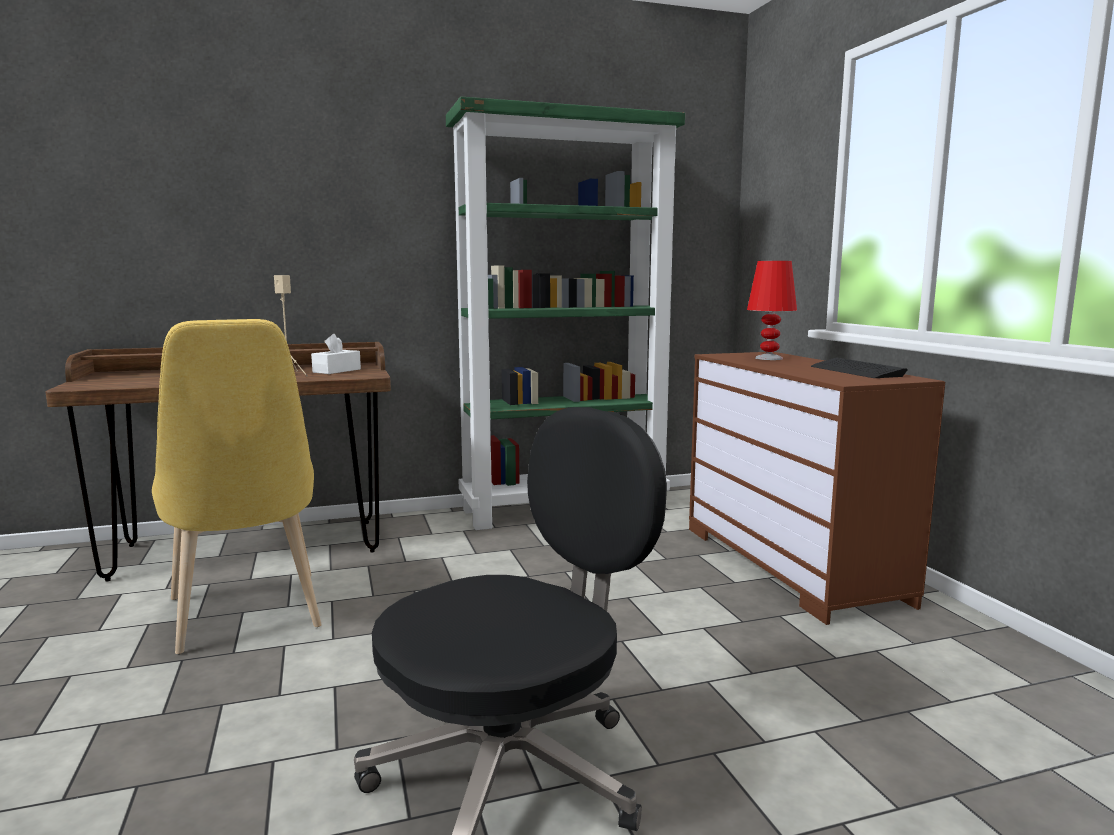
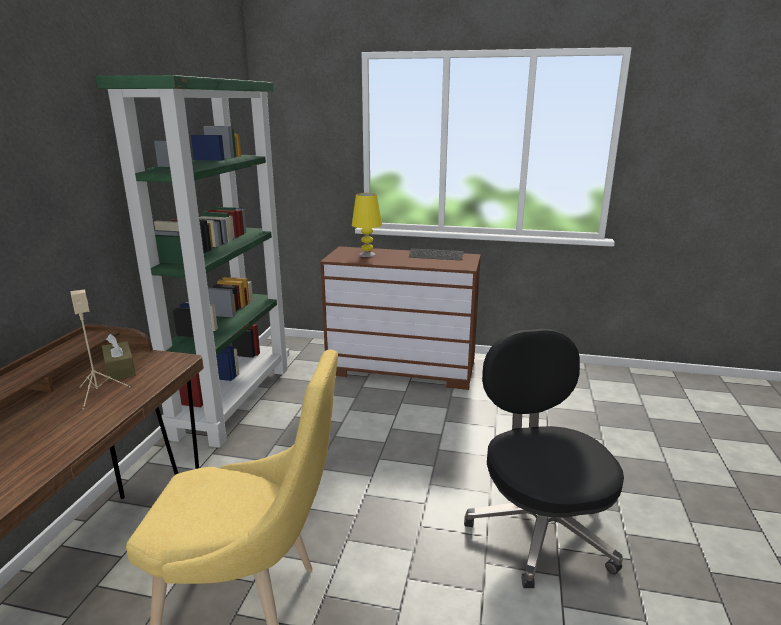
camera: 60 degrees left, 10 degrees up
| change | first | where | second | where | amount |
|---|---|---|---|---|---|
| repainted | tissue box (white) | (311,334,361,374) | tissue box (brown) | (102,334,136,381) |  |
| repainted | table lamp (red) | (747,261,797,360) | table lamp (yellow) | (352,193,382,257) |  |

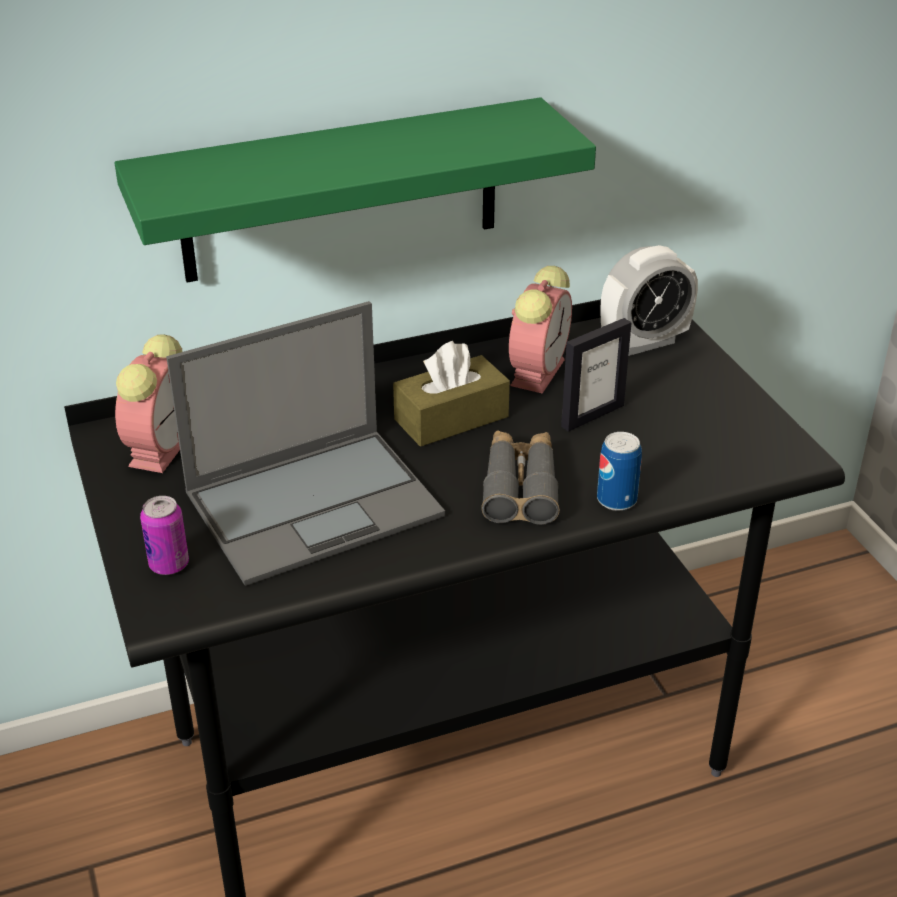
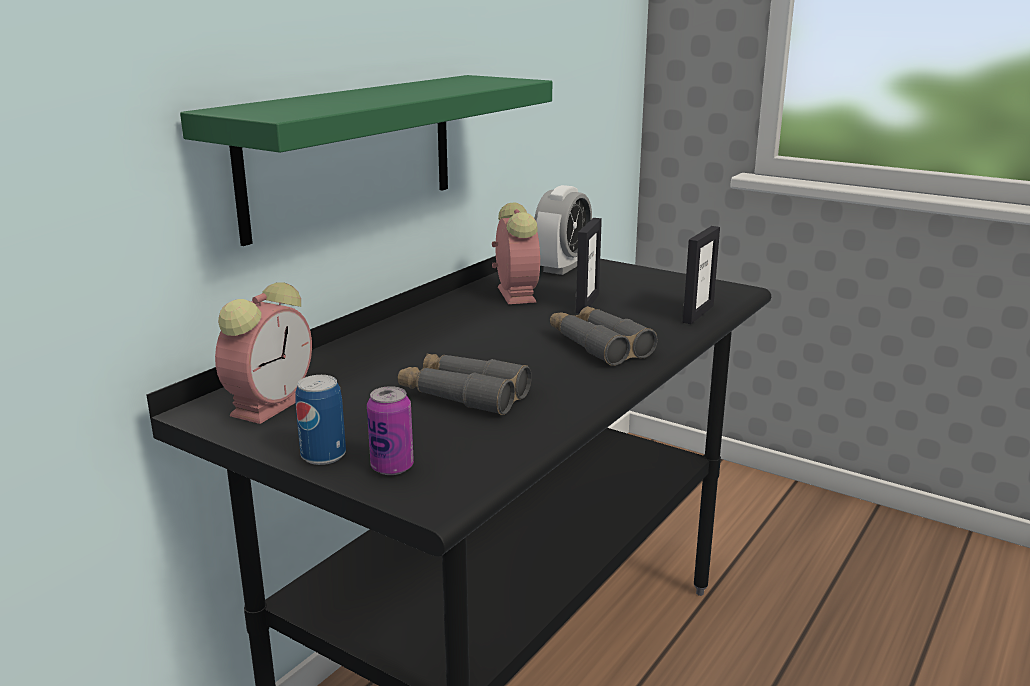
camera: 35 degrees left, 15 degrees down
| change | first | where | second | where | amount |
|---|---|---|---|---|---|
| rotated | alarm clock | (115,334,183,473) |  | (215,283,312,424) | 45 degrees clockwise |
| swapped | laptop | (166,301,445,586) | binoculars (grey) | (398,353,532,415) |  |
| gone | tissue box (brown) | (393,341,510,447) |  |  |  |
| shifted | can | (597,432,642,511) |  | (295,375,346,465) |  |
| new |  |  | picture frame | (682,226,720,324) |  |

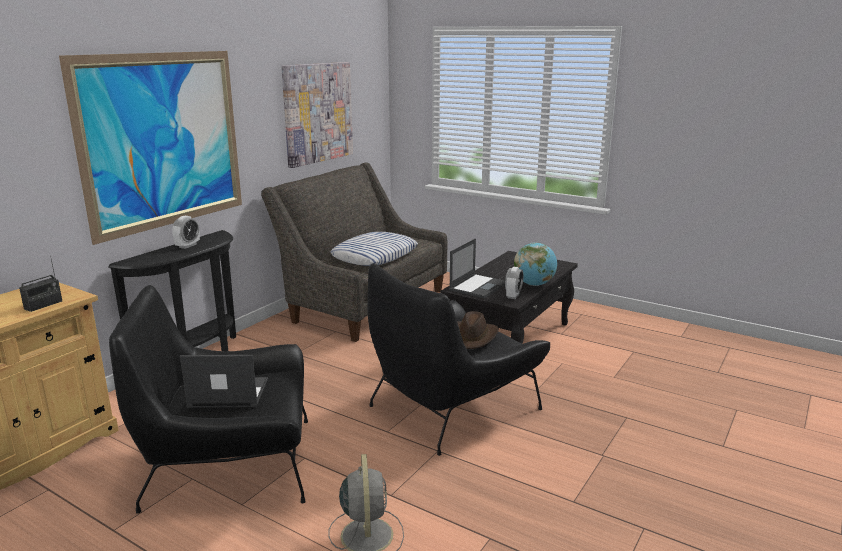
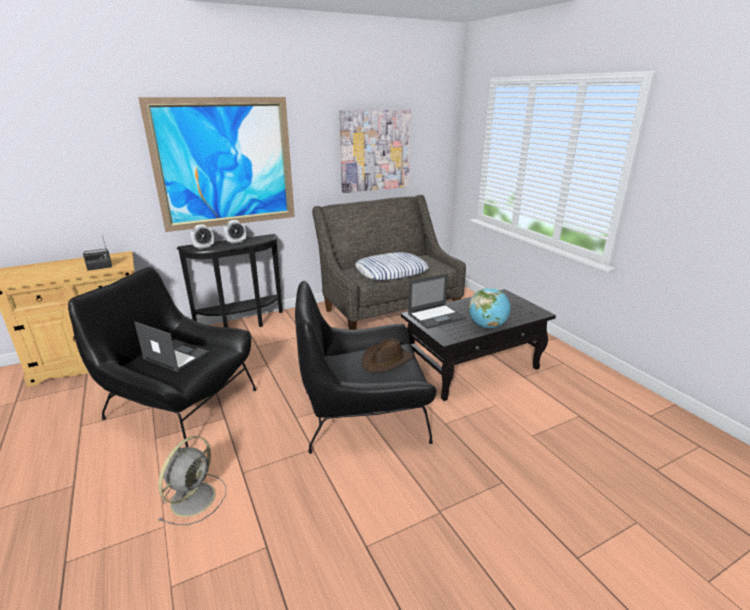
camera: 30 degrees right, 5 degrees up
| change | first | where | second | where | amount |
|---|---|---|---|---|---|
| shifted | alarm clock | (505,267,523,299) |  | (190,224,214,249) |  |

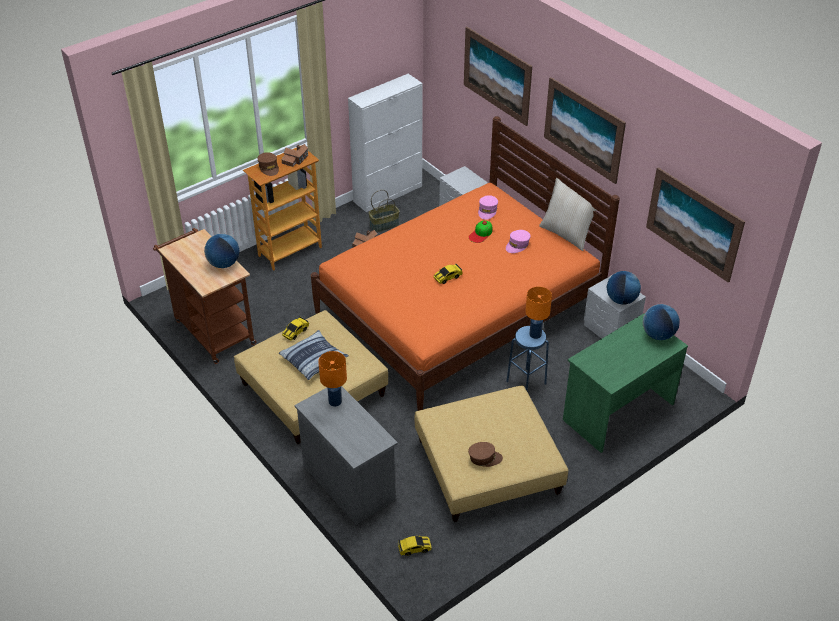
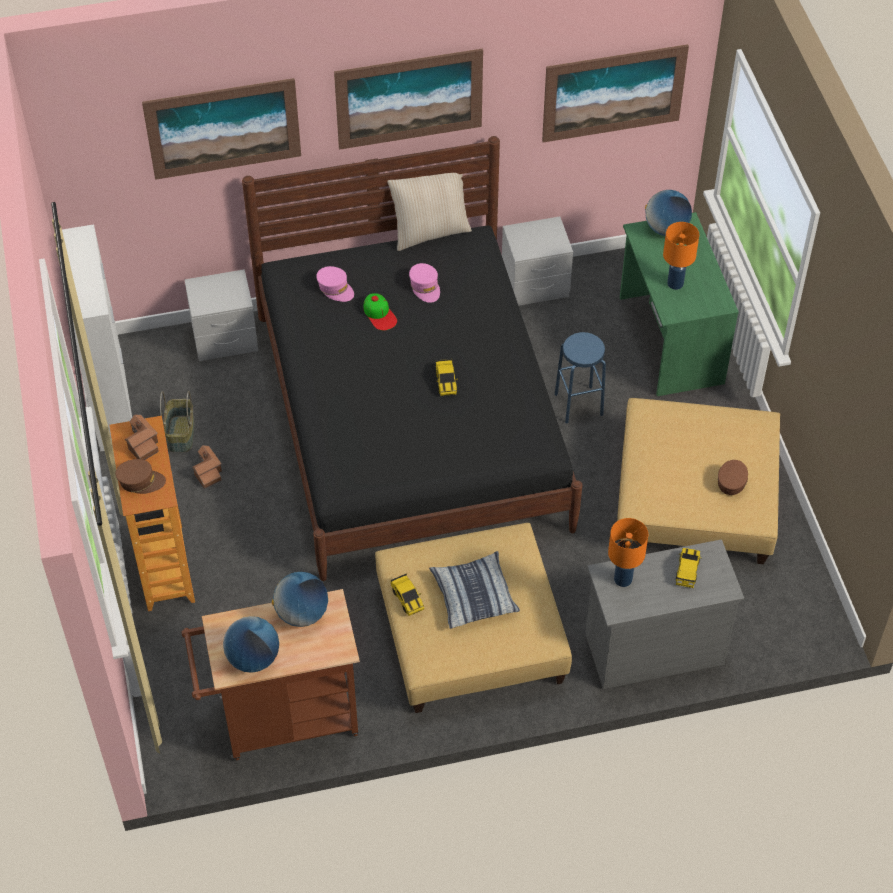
camera: 65 degrees left, 10 degrees up
| change | first | where | second | where | amount |
|---|---|---|---|---|---|
| repainted | bed (orange) | (311,116,620,411) | bed (black) | (242,136,582,581) |  |
| shifted | toy car | (398,535,432,556) |  | (676,548,702,588) |  |
| shifted | table lamp (orange) | (525,287,552,339) |  | (663,222,699,290) |  |
| shifted | globe | (607,271,641,305) |  | (223,616,279,673) |  |

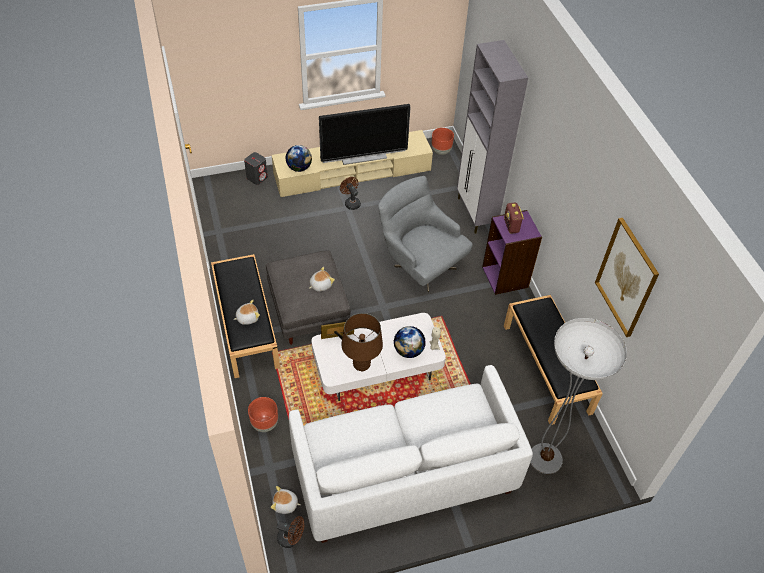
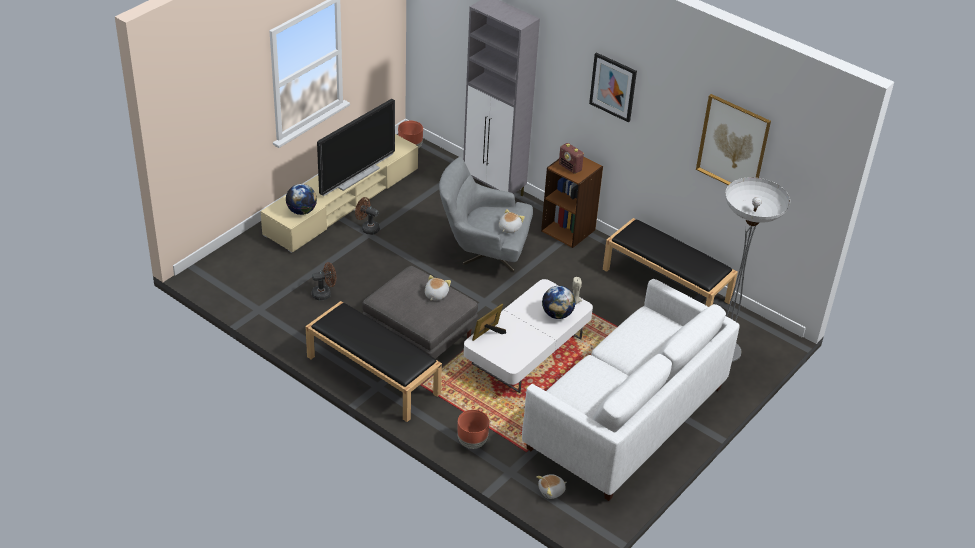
camera: 35 degrees left, 10 degrees down
| change | first | where | second | where | amount |
|---|---|---|---|---|---|
| shifted | plush toy | (233,300,260,325) |  | (499,209,525,233) |  |
| gone | speaker (grey) | (244,152,268,185) |  |  |  |
| shifted | fan (brown) | (277,516,304,548) |  | (312,262,336,300) |  |
| gone | table lamp (brown) | (342,313,383,371) |  |  |  |
| repainted | bookcase (purple) | (482,210,542,295) | bookcase (brown) | (541,157,603,248) |  |
| new |  |  | picture | (589,52,637,123) |  |

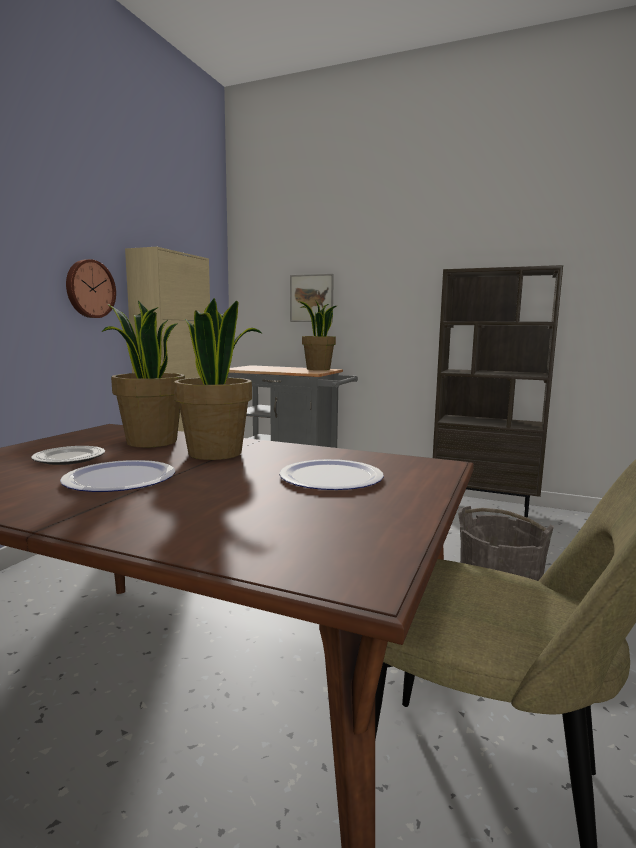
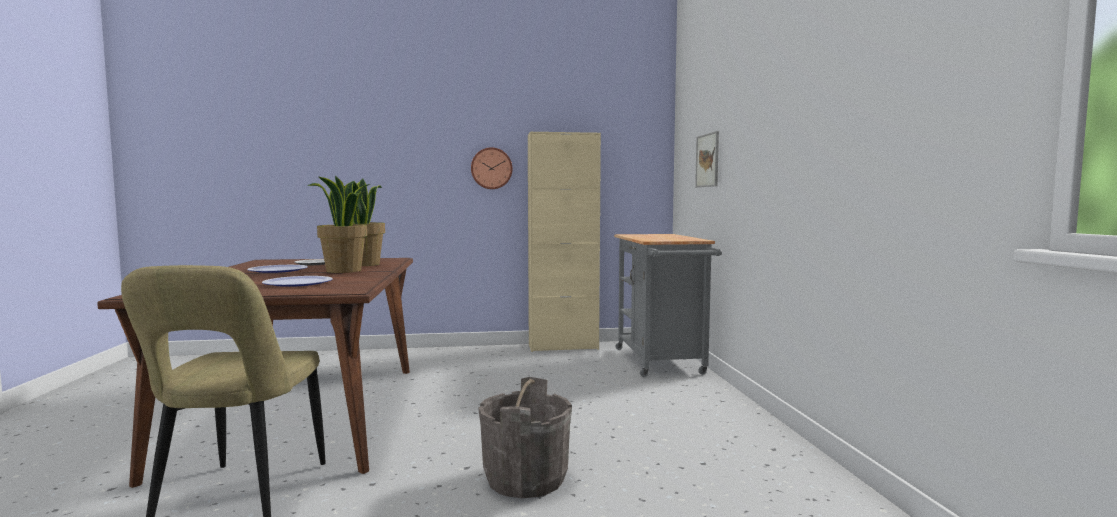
camera: 60 degrees right, 5 degrees down
| change | first | where | second | where | amount |
|---|---|---|---|---|---|
| gone | potted plant | (299,300,338,370) |  |  |  |
| gone | bookcase (brown) | (433,265,563,518) |  |  |  |

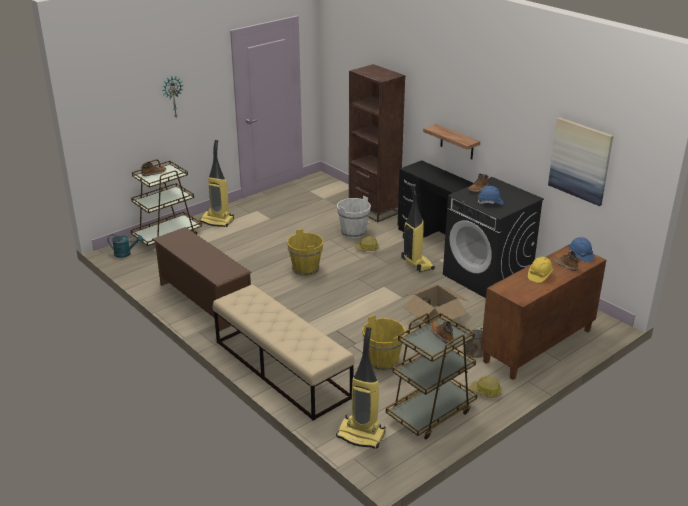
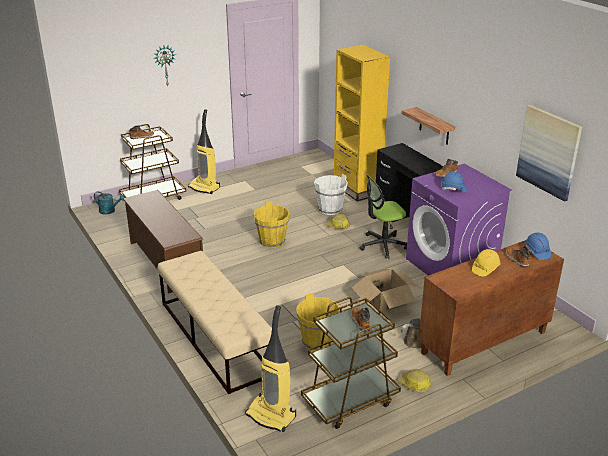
camera: 10 degrees right, 0 degrees up
| change | first | where | second | where | amount |
|---|---|---|---|---|---|
| repainted | bookcase (brown) | (349,64,405,222) | bookcase (yellow) | (334,45,390,202) |  |
| swapped | vacuum cleaner | (401,183,435,272) | office chair | (360,174,407,259) |  |
| repainted | washing machine (black) | (443,177,544,298) | washing machine (purple) | (406,164,512,275) |  |

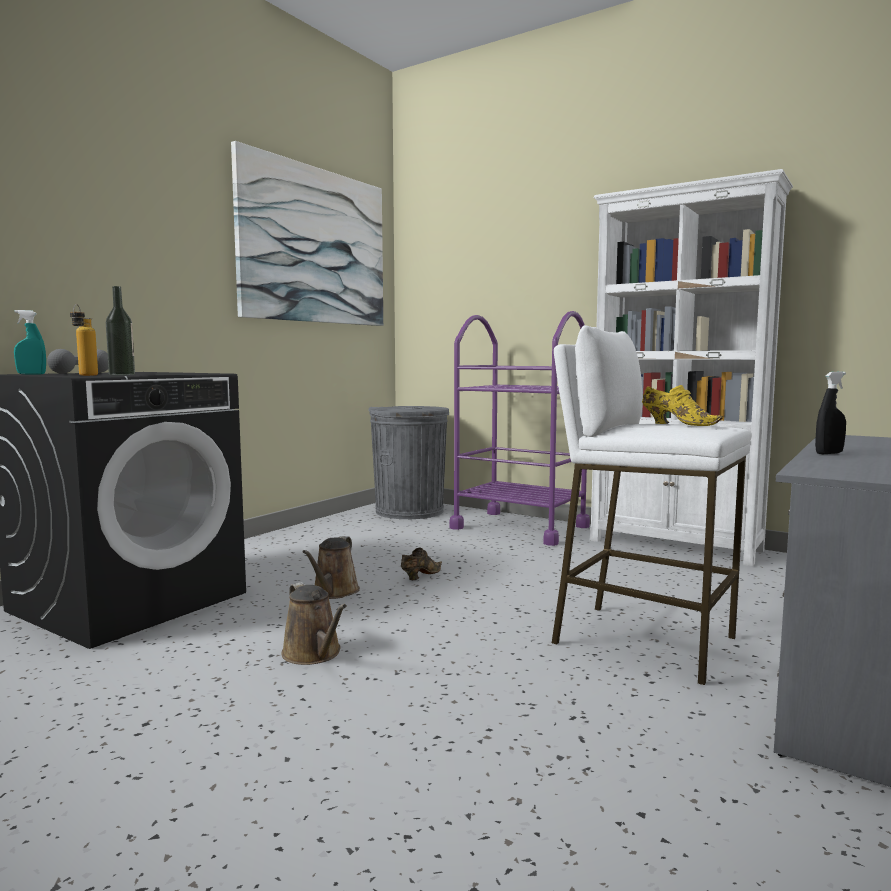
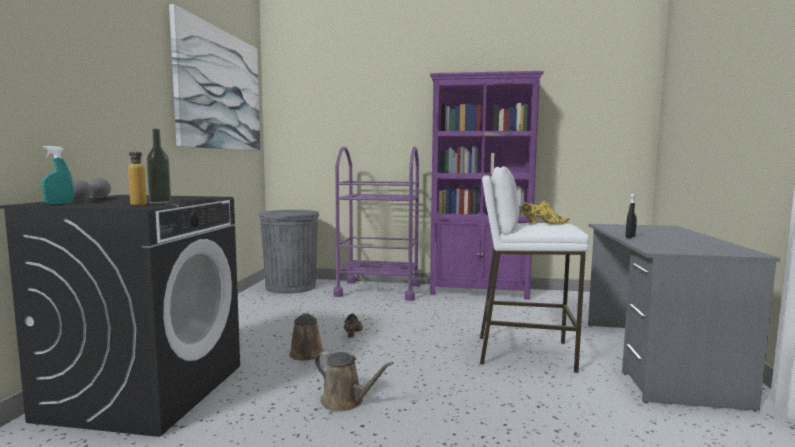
camera: 25 degrees left, 0 degrees up
| change | first | where | second | where | amount |
|---|---|---|---|---|---|
| repainted | bookcase (white) | (590,169,793,566) | bookcase (purple) | (430,71,544,300) |  |

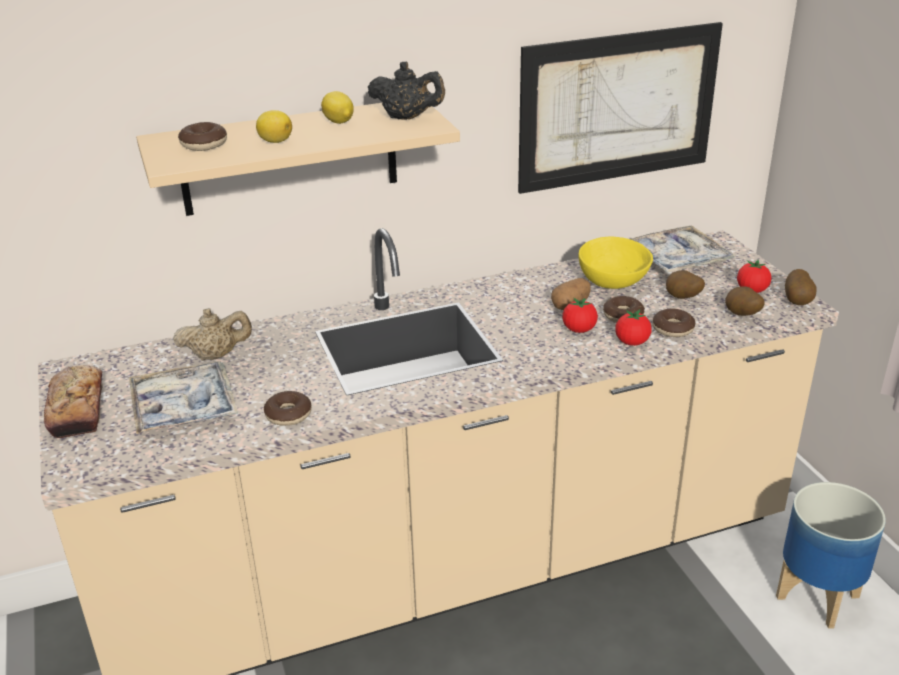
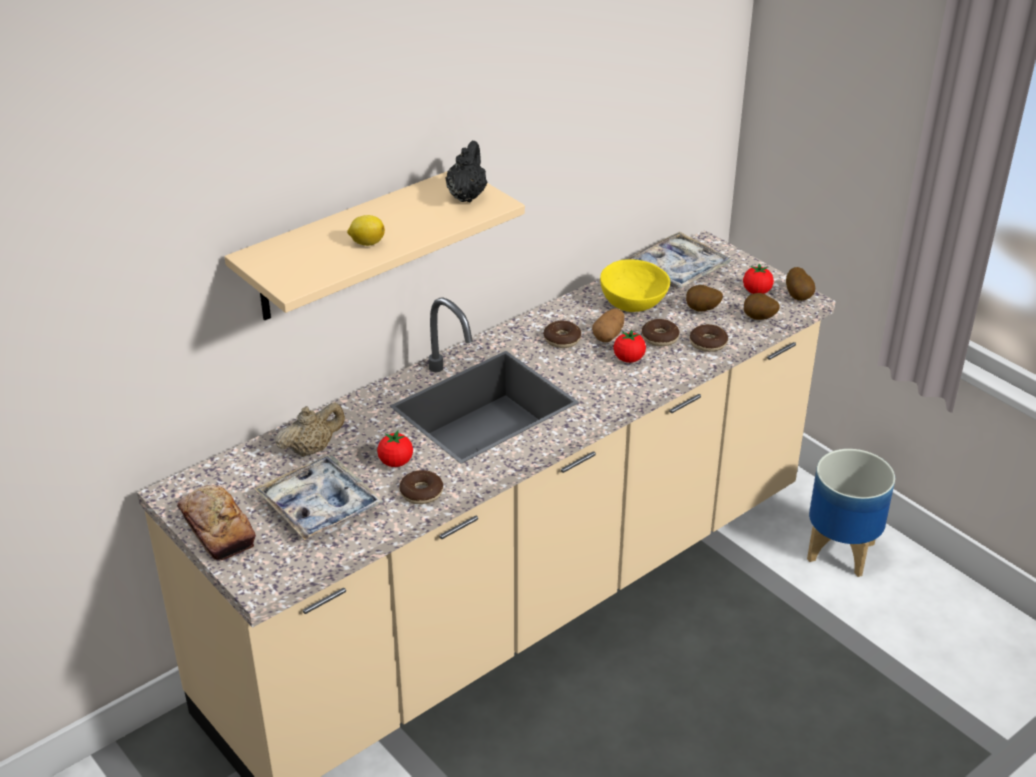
camera: 20 degrees left, 5 degrees up
| change | first | where | second | where | amount |
|---|---|---|---|---|---|
| shifted | donut | (178,122,227,151) |  | (543,321,581,348) |  |
| gone | lemon | (321,91,354,124) |  |  |  |
| rotated | teapot (black) | (368,62,445,120) |  | (446,141,487,202) | 75 degrees counterclockwise |
| gone | picture | (518,22,723,194) |  |  |  |
| shifted | tomato | (615,309,652,346) |  | (377,430,413,467) |  |

